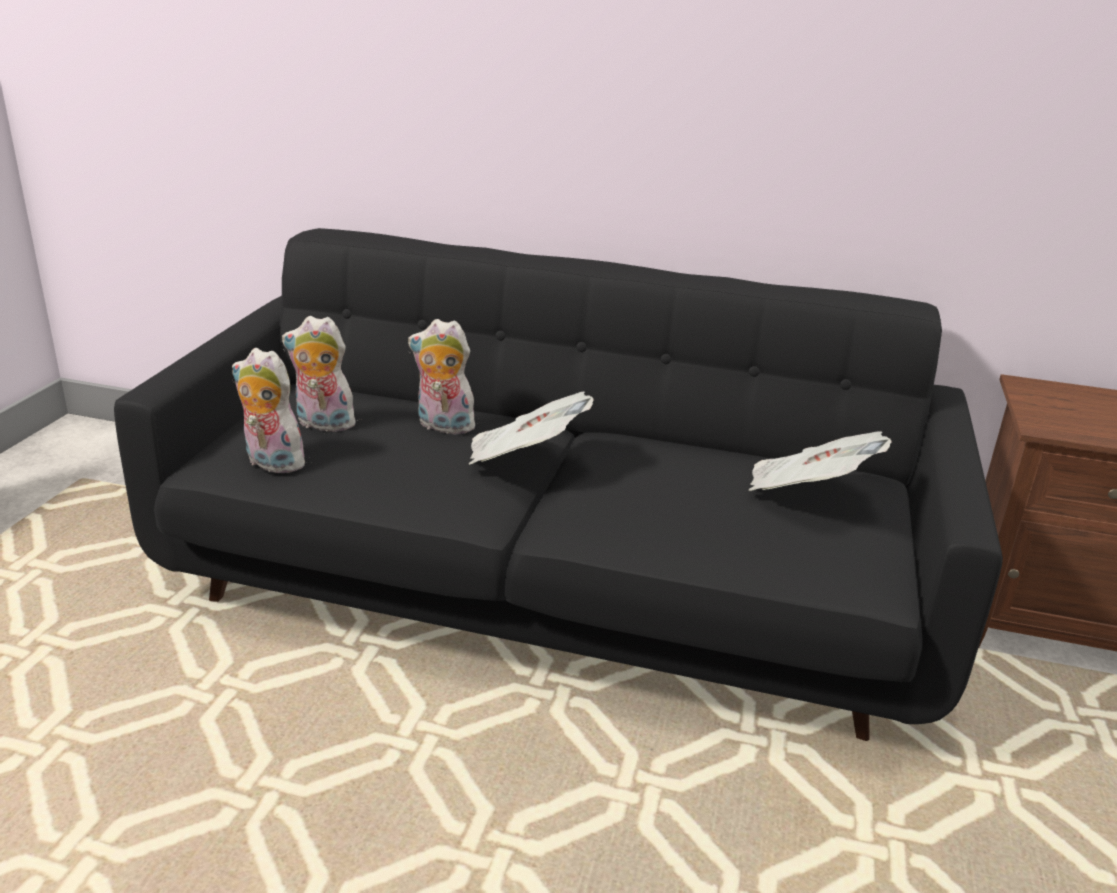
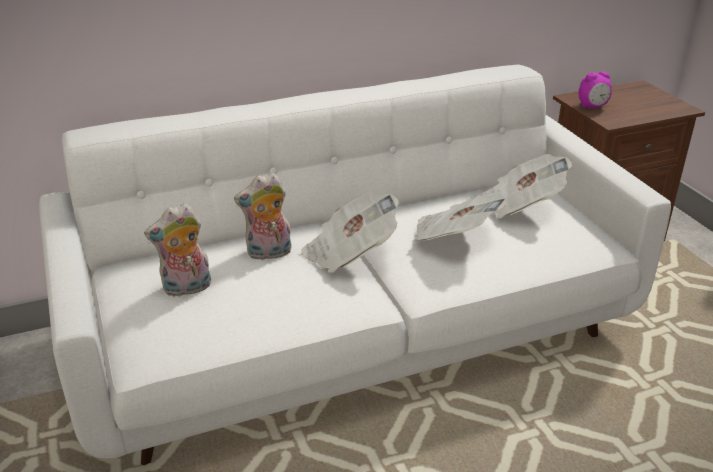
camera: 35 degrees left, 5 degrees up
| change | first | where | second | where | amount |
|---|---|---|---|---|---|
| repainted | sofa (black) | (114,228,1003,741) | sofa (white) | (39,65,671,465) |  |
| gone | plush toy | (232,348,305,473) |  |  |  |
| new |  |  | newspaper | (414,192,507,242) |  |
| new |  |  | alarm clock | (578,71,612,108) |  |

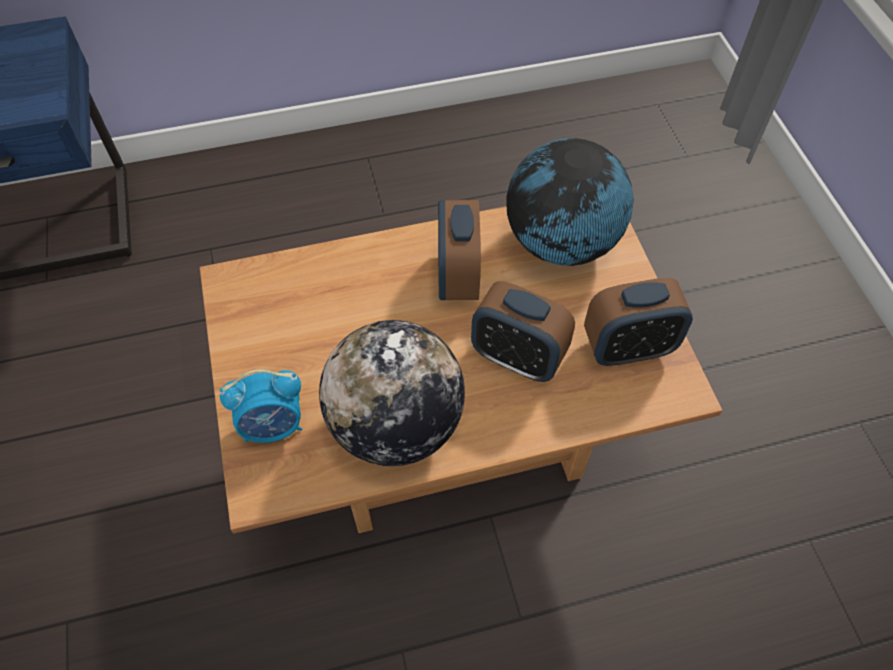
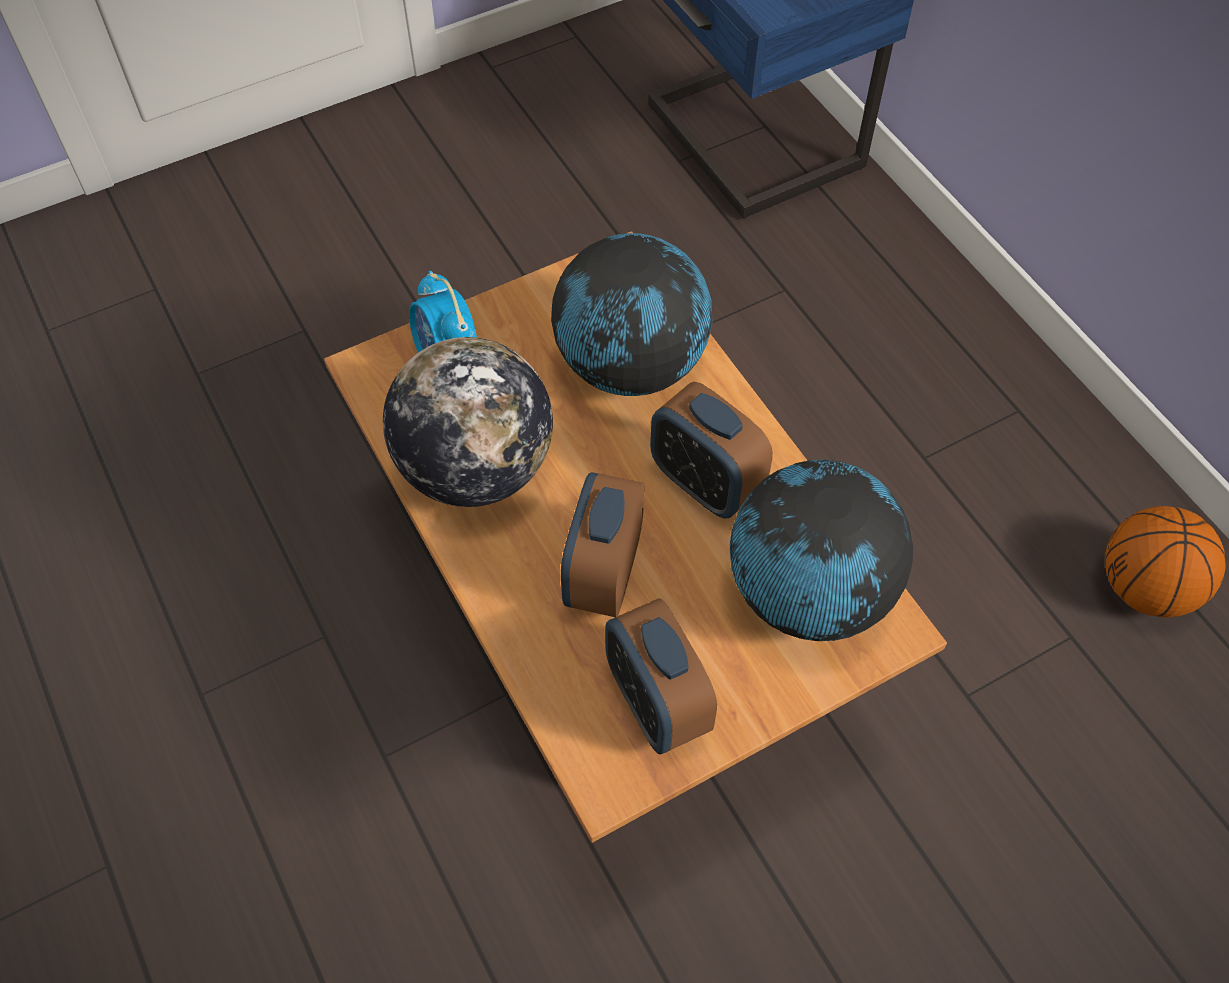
camera: 75 degrees right, 0 degrees up
| change | first | where | second | where | amount |
|---|---|---|---|---|---|
| rotated | alarm clock | (438,200,481,300) |  | (650,382,773,518) | 120 degrees counterclockwise |
| new |  |  | globe | (551,233,712,396) |  |
| new |  |  | basketball | (1105,506,1226,618) |  |

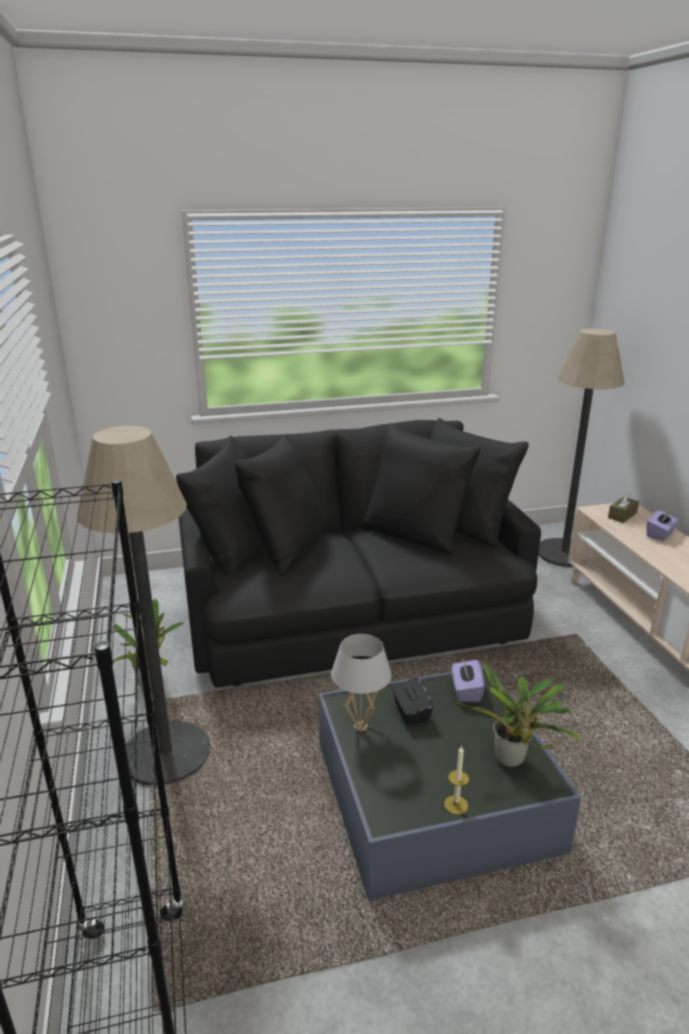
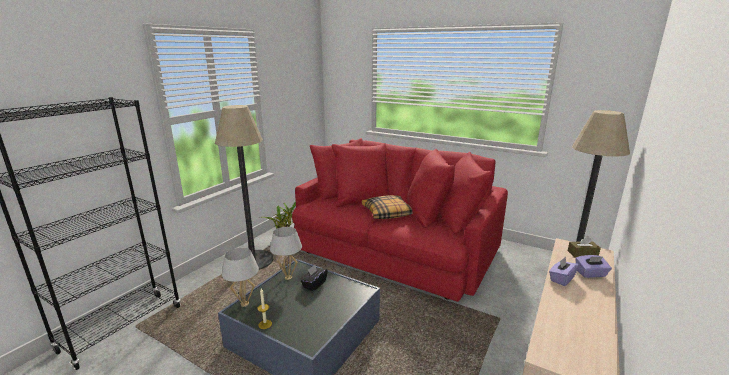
camera: 45 degrees right, 5 degrees down
| change | first | where | second | where | amount |
|---|---|---|---|---|---|
| repainted | sofa (black) | (176,418,541,688) | sofa (red) | (292,138,508,302) |  |
| gone | potted plant | (451,664,583,767) |  |  |  |
| shifted | tissue box (purple) | (452,660,484,702) |  | (549,257,579,286) |  |
| new |  |  | table lamp (white) | (222,248,259,307) |  |
| new |  |  | pillow | (362,195,413,219) |  |

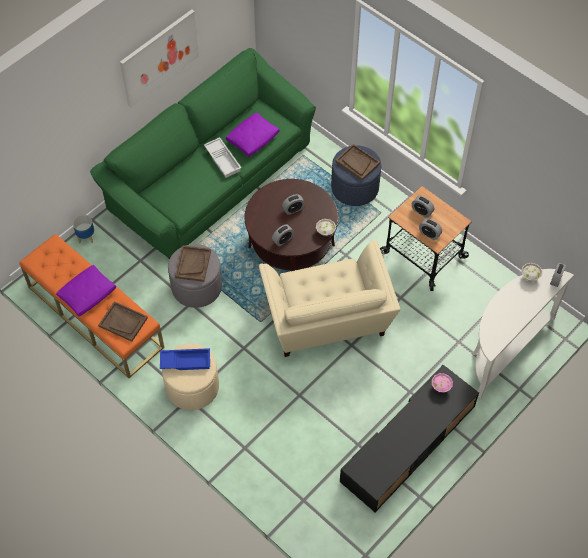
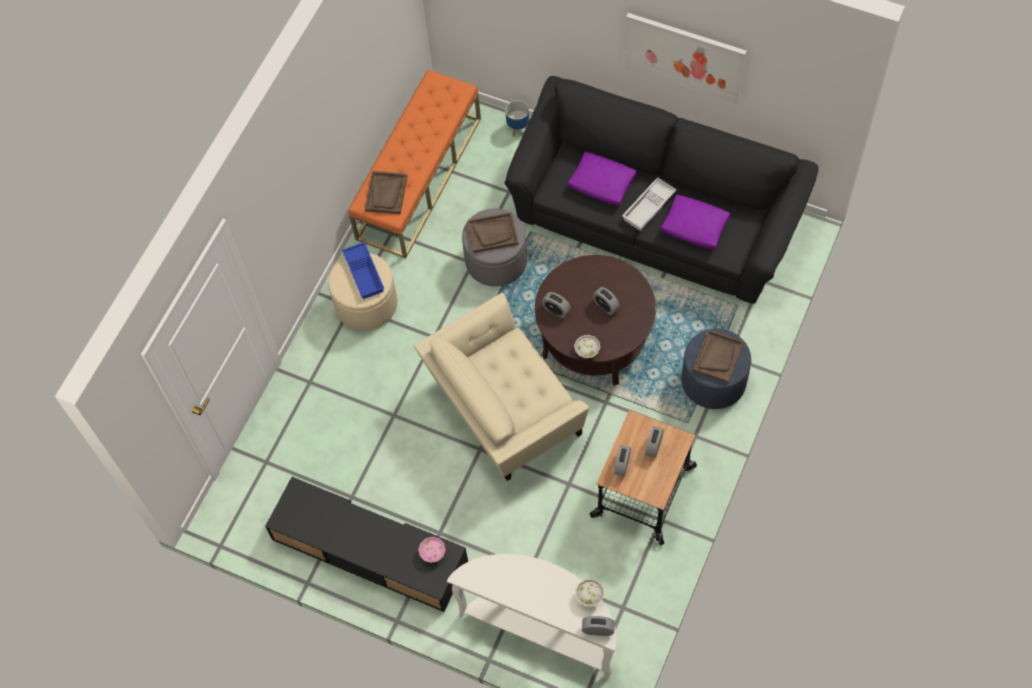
camera: 75 degrees right, 5 degrees up
| change | first | where | second | where | amount |
|---|---|---|---|---|---|
| shifted | pillow (purple) | (56,265,116,316) |  | (567,152,637,206) |  |
| repainted | sofa (green) | (90,48,316,259) | sofa (black) | (505,76,818,304) |  |

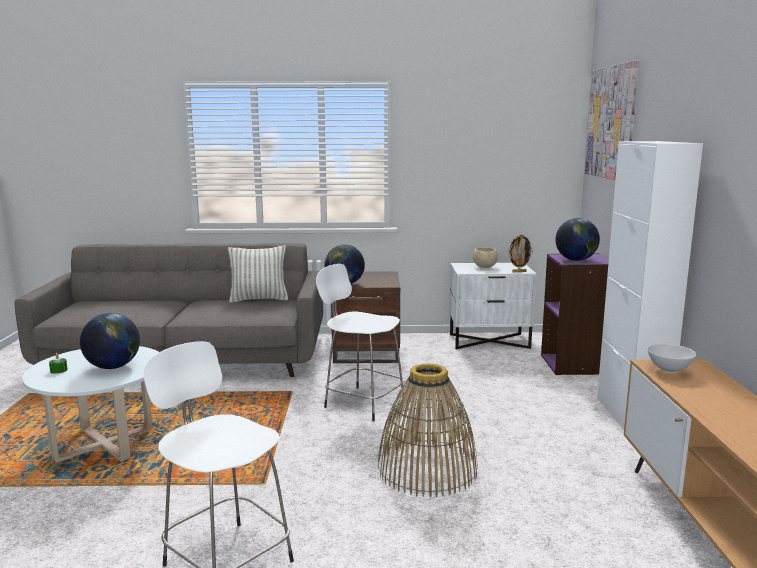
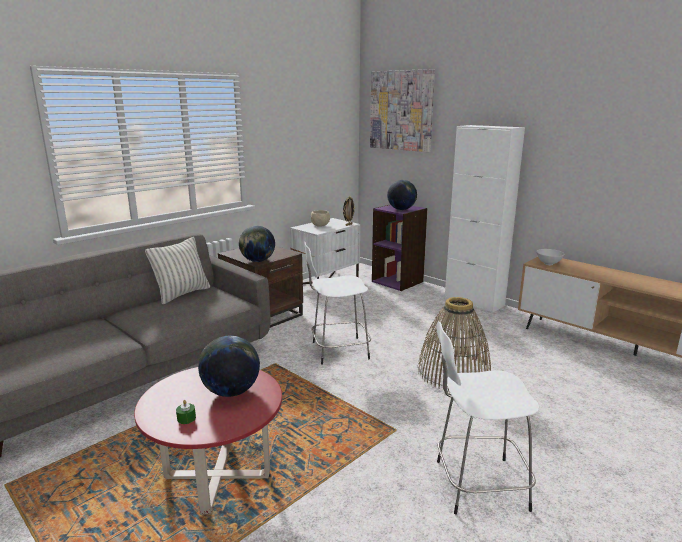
camera: 45 degrees left, 5 degrees up
| change | first | where | second | where | amount |
|---|---|---|---|---|---|
| repainted | coffee table (white) | (22,346,159,462) | coffee table (red) | (134,367,282,514) |  |

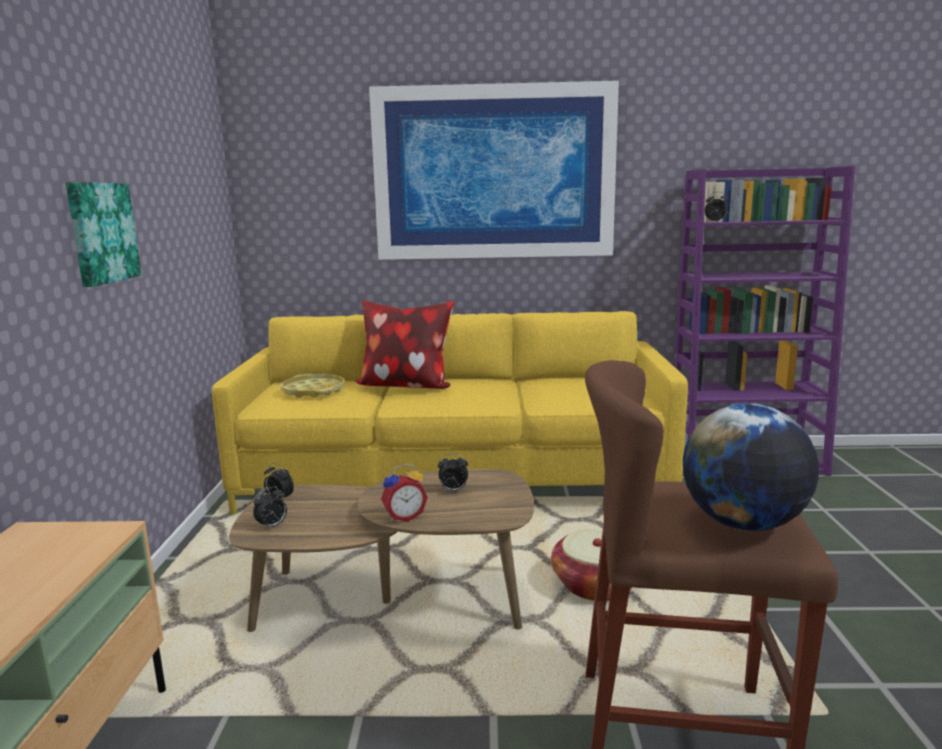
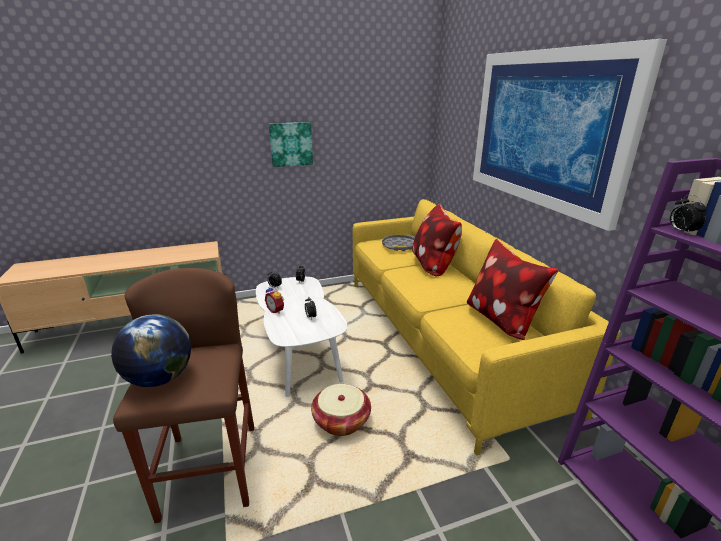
camera: 70 degrees right, 10 degrees up
| change | first | where | second | where | amount |
|---|---|---|---|---|---|
| repainted | coffee table (brown) | (229,469,534,632) | coffee table (white) | (256,277,348,397) |  |
| repainted | tray (yellow) | (281,374,345,398) | tray (grey) | (382,235,415,251) |  |
| new |  |  | pillow | (467,239,559,340) |  |

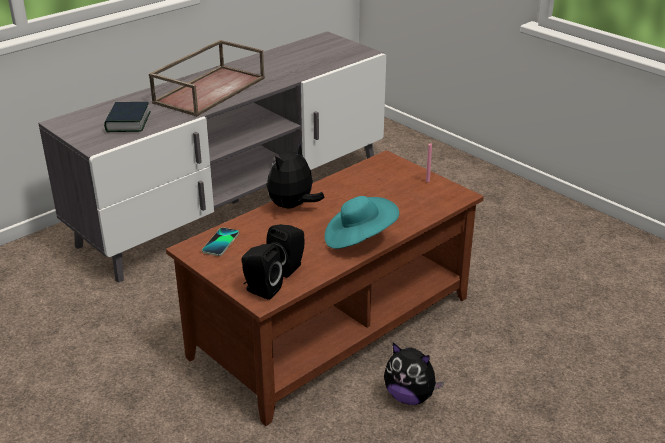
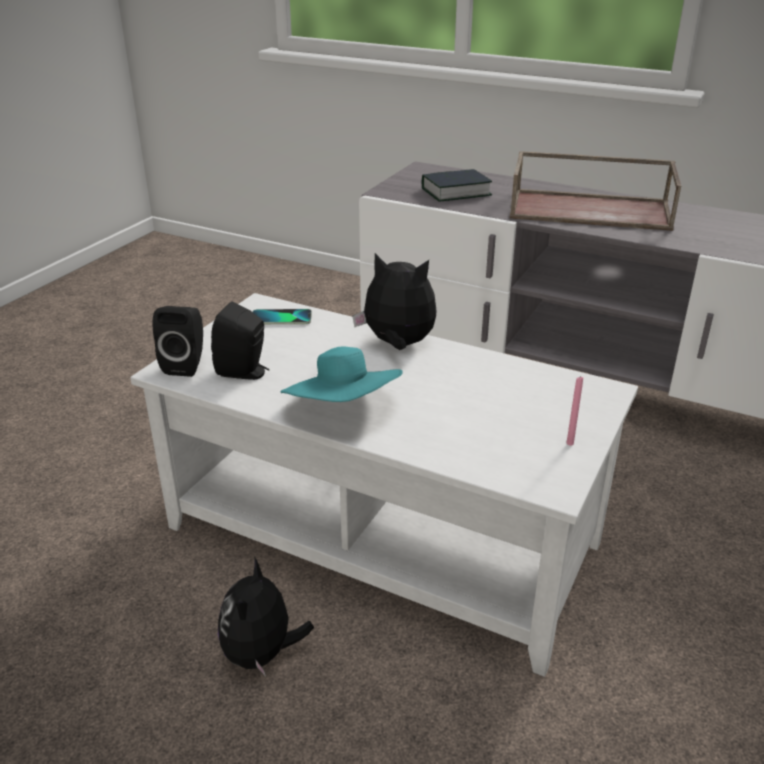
camera: 70 degrees right, 0 degrees up
| change | first | where | second | where | amount |
|---|---|---|---|---|---|
| repainted | coffee table (brown) | (166,150,484,426) | coffee table (white) | (130,293,638,677) |  |

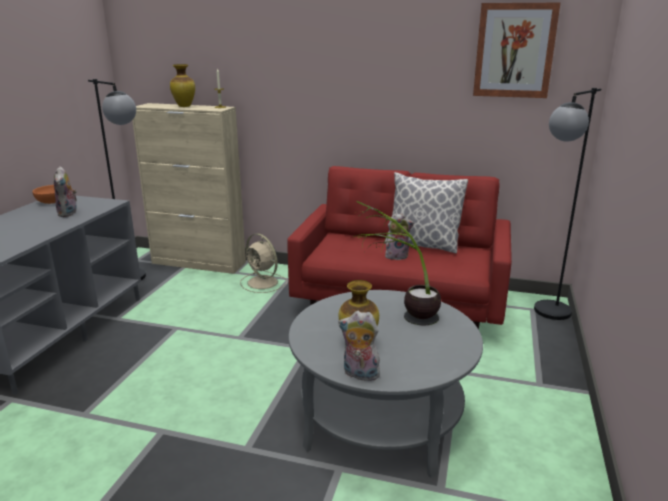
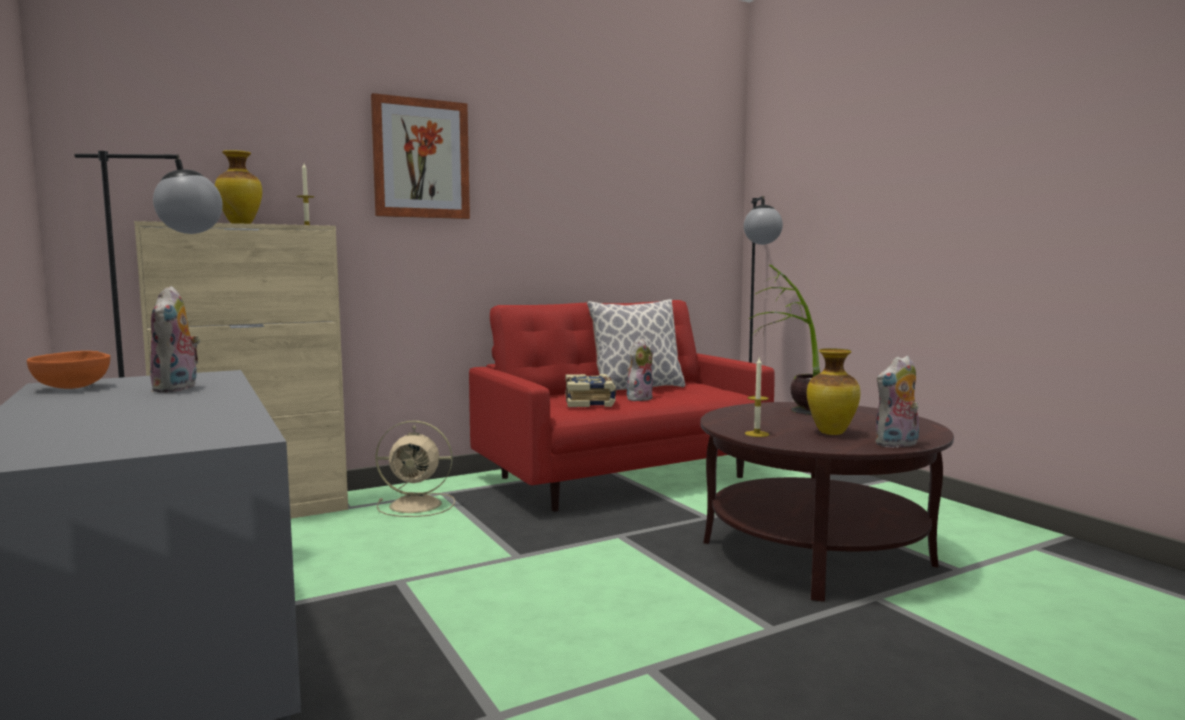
camera: 45 degrees left, 15 degrees down
| change | first | where | second | where | amount |
|---|---|---|---|---|---|
| rotated | plush toy | (54,166,77,217) |  | (150,286,200,392) | 45 degrees clockwise |
| repainted | coffee table (grey) | (289,290,483,477) | coffee table (brown) | (700,402,954,602) |  |
| shifted | picture | (473,3,560,98) |  | (371,93,470,219) |  |
| new |  |  | book | (565,374,616,407) |  |
| new |  |  | candle | (745,358,769,437) |  |

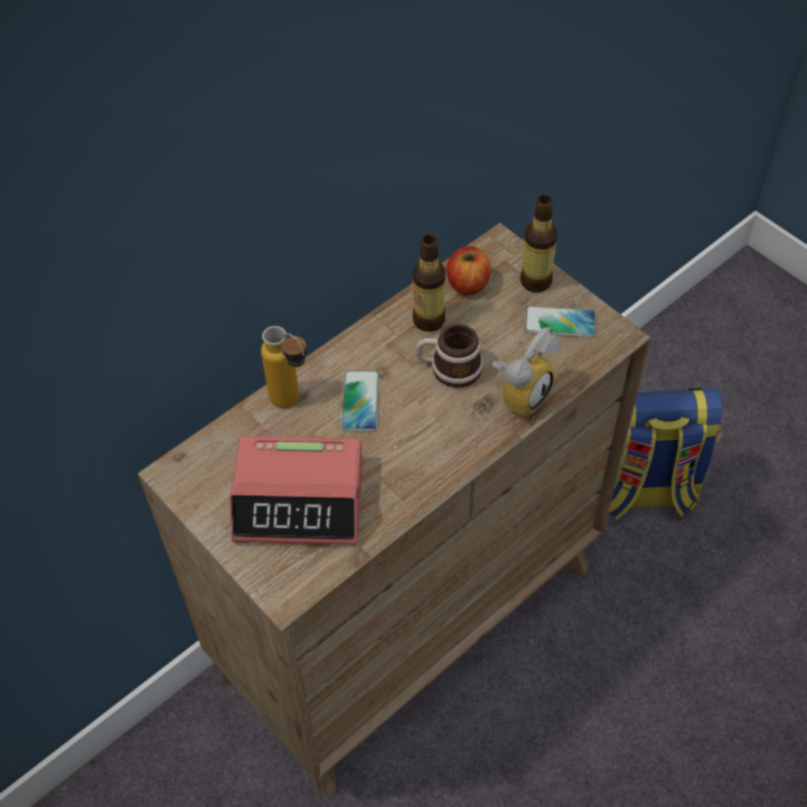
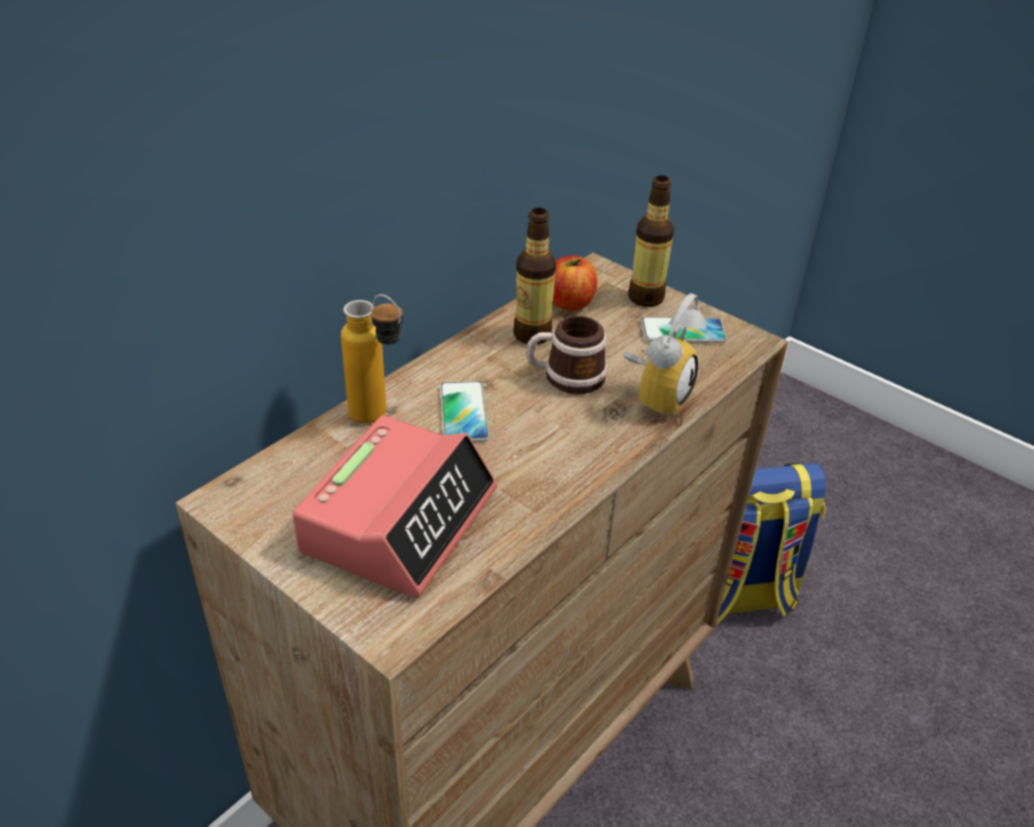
camera: 10 degrees left, 15 degrees down
| change | first | where | second | where | amount |
|---|---|---|---|---|---|
| rotated | alarm clock | (229,436,363,545) |  | (292,415,497,598) | 60 degrees counterclockwise |

